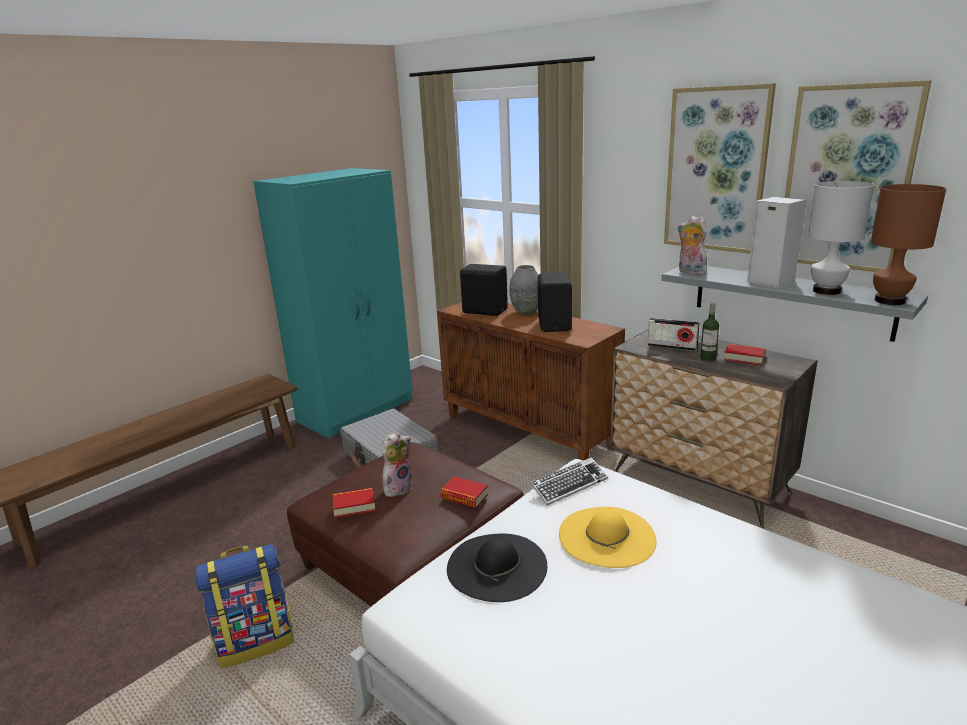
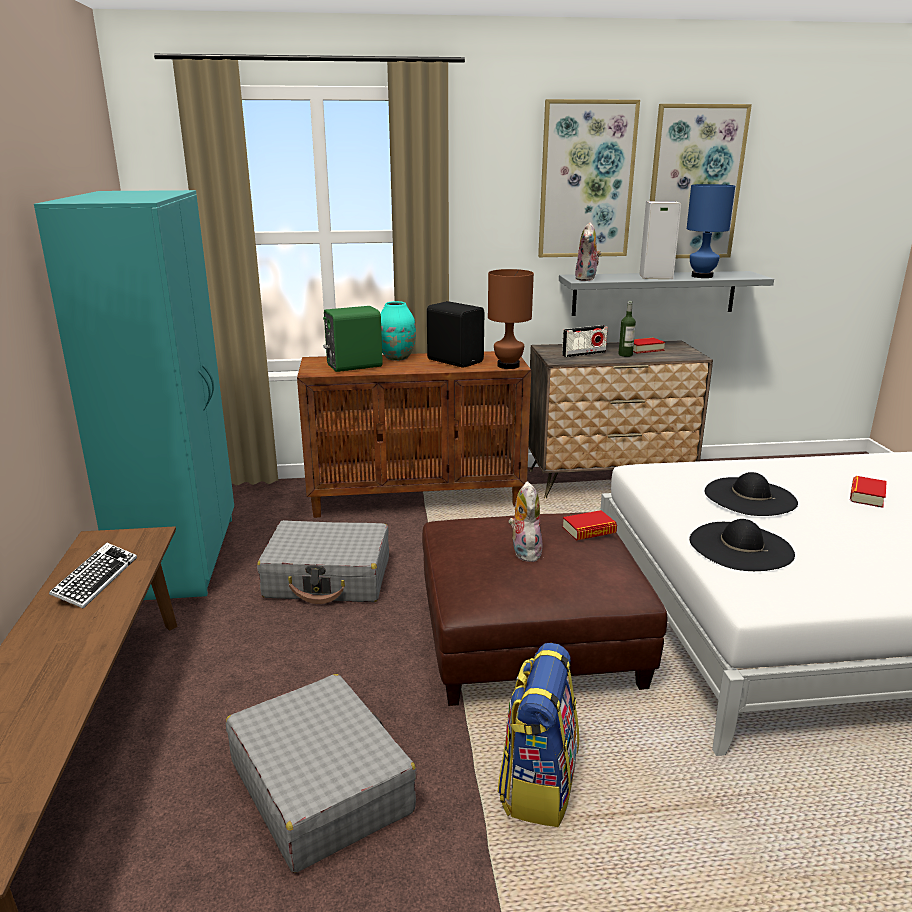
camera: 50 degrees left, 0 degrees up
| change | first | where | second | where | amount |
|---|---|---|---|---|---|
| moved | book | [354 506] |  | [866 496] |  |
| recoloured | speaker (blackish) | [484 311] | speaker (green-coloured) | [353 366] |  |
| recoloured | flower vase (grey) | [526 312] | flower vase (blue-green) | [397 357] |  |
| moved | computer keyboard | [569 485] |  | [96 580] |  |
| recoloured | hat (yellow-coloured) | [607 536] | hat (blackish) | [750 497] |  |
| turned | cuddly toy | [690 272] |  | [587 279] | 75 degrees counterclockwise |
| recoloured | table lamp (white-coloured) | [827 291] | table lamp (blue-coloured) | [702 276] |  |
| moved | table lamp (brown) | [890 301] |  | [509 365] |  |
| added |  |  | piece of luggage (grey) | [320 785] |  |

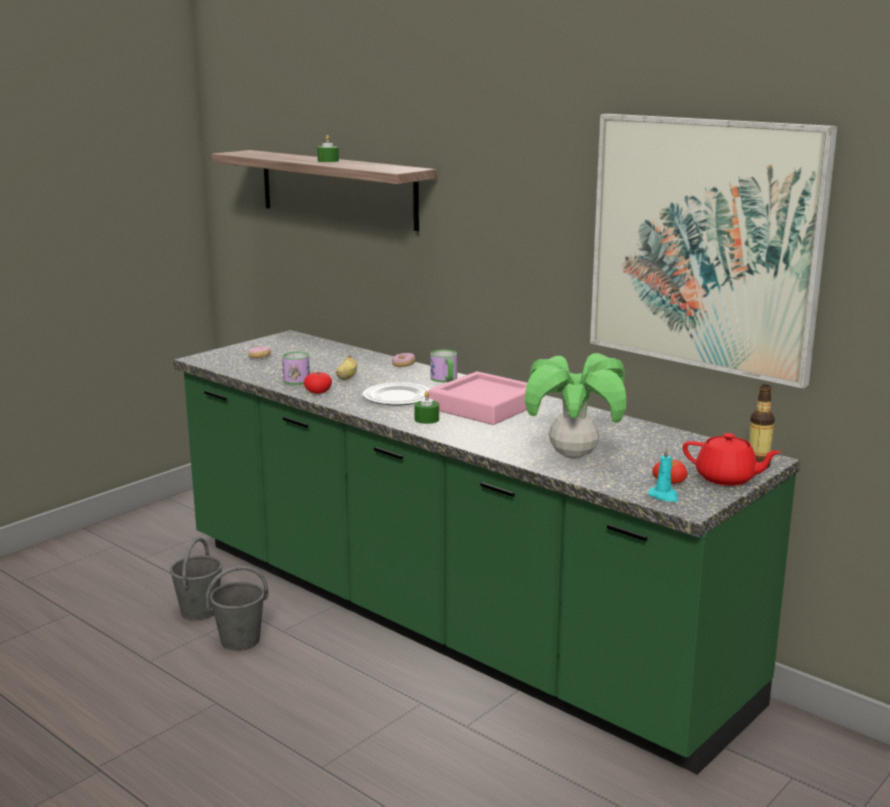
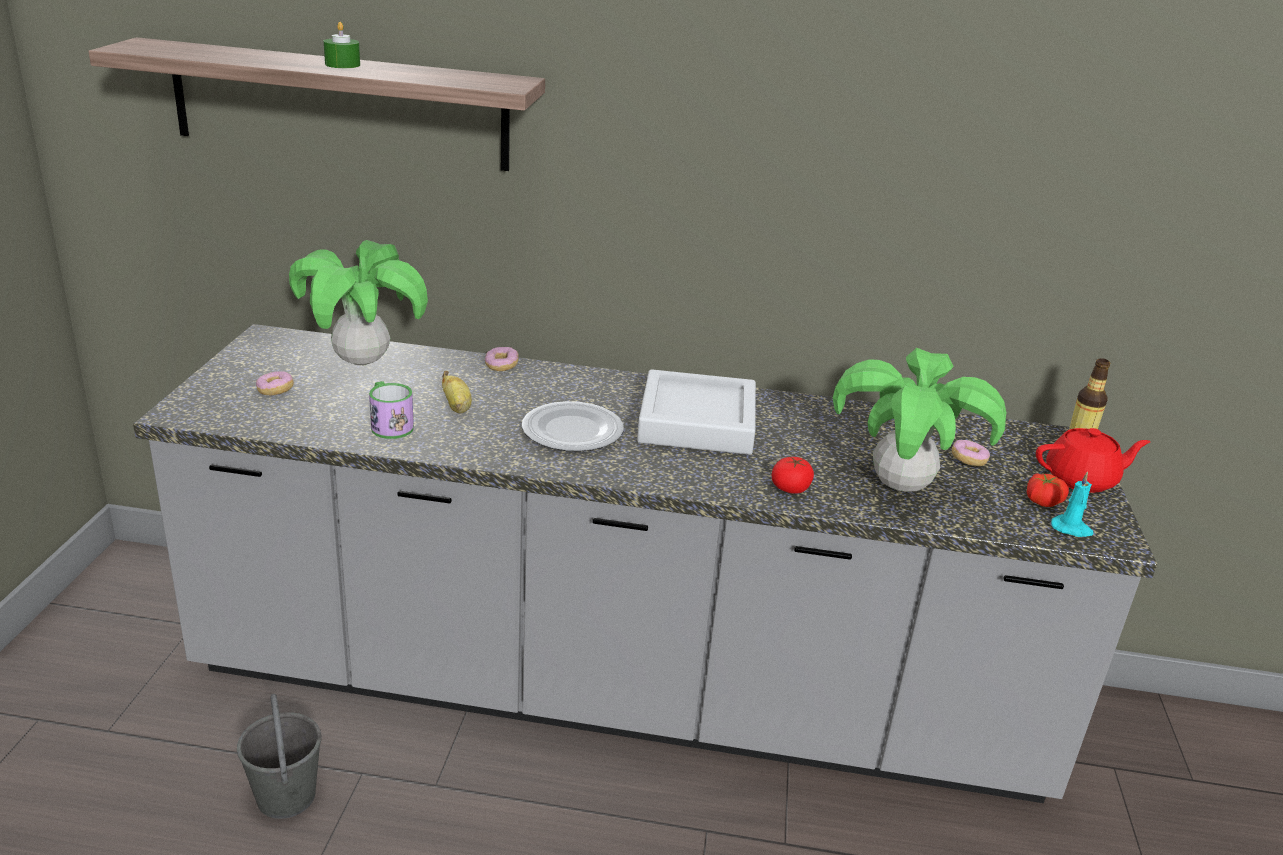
camera: 35 degrees left, 10 degrees up
| change | first | where | second | where | amount |
|---|---|---|---|---|---|
| recoloured | kitchen counter (green-coloured) | [444 621] | kitchen counter (grey) | [621 690] |  |
| removed | water bucket (grey) | [241 640] |  |  |  |
| moved | fresh tomato | [318 391] |  | [790 488] |  |
| removed | wax candle (green-coloured) | [426 419] |  |  |  |
| recoloured | carrying tray (pinkish) | [484 406] | carrying tray (grey) | [697 422] |  |
| removed | coffee mug | [445 379] |  |  |  |
| removed | picture | [704 244] |  |  |  |
| added |  |  | plant in a pot | [361 361] |  |
| added |  |  | ring doughnut | [968 460] |  |

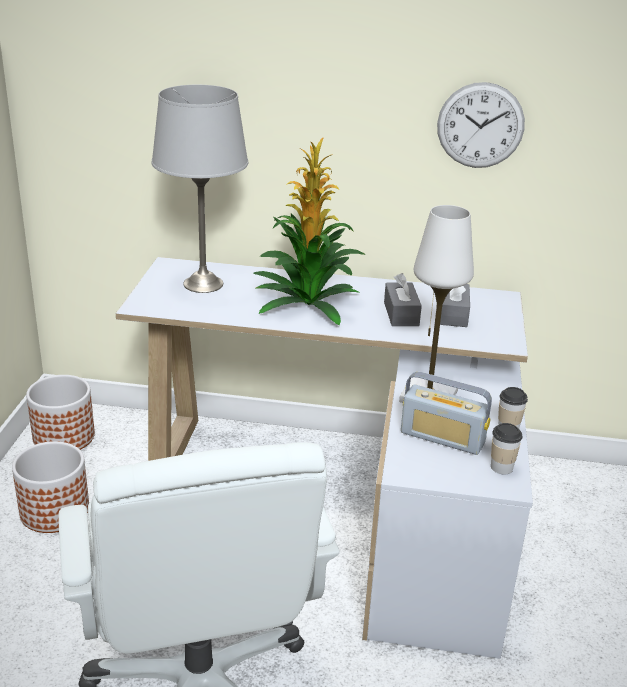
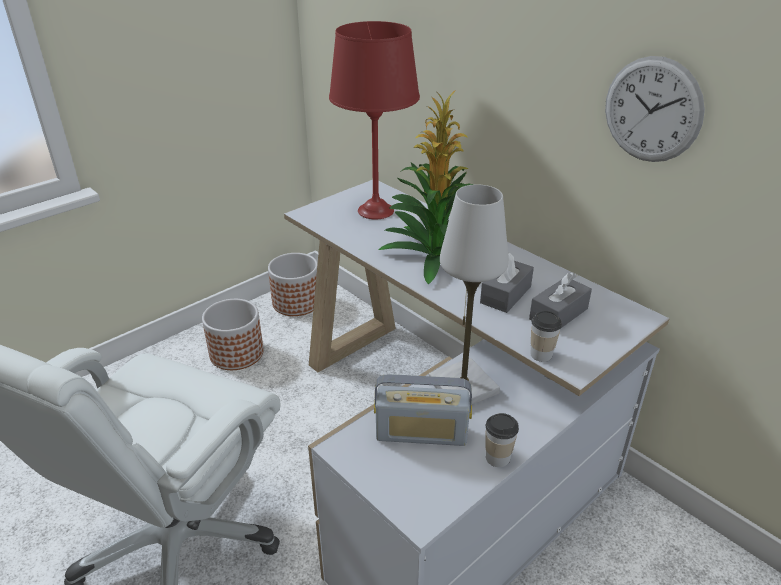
camera: 40 degrees right, 5 degrees up
| change | first | where | second | where | amount |
|---|---|---|---|---|---|
| recoloured | table lamp (grey) | [203 283] | table lamp (red) | [376 210] |  |
| turned | radio | [442 437] |  | [421 433] | 60 degrees counterclockwise |
| moved | small cup | [501 467] |  | [541 354] |  |

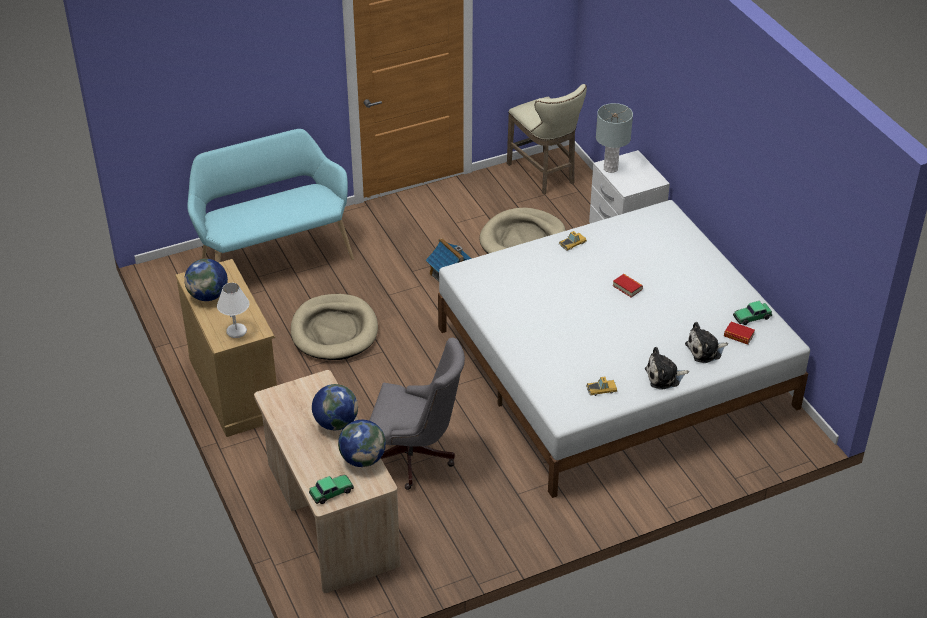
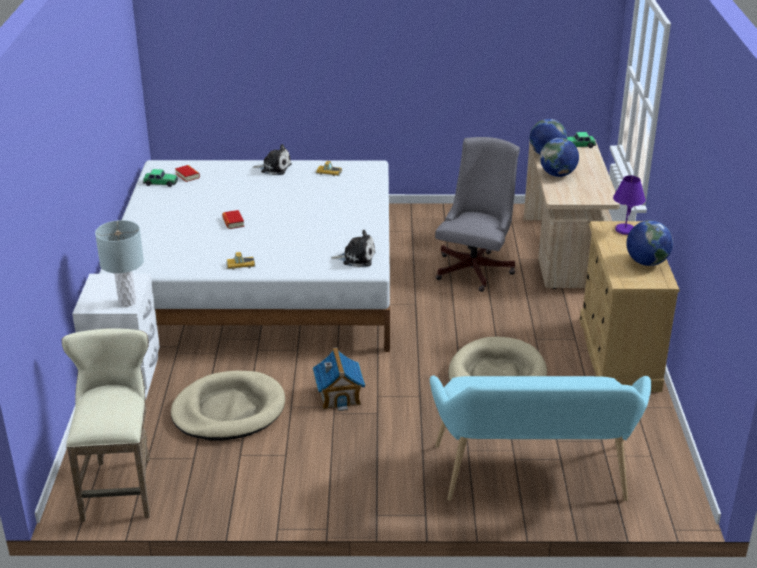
camera: 155 degrees left, 10 degrees down
| change | first | where | second | where | amount |
|---|---|---|---|---|---|
| recoloured | table lamp (white-coloured) | [237 332] | table lamp (purple-coloured) | [624 230] |  |
| turned | desk chair (grey) | [415 457] |  | [476 268] | 75 degrees clockwise |
| moved | cuddly toy | [705 350] |  | [356 258] |  |

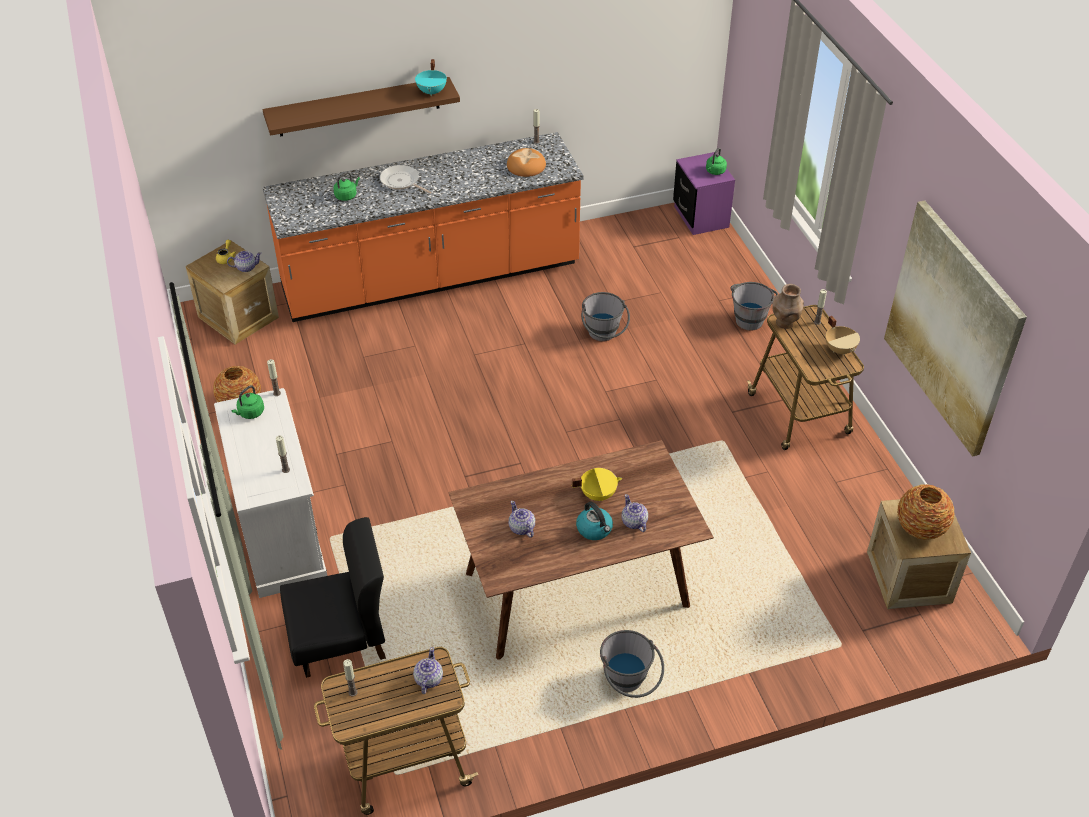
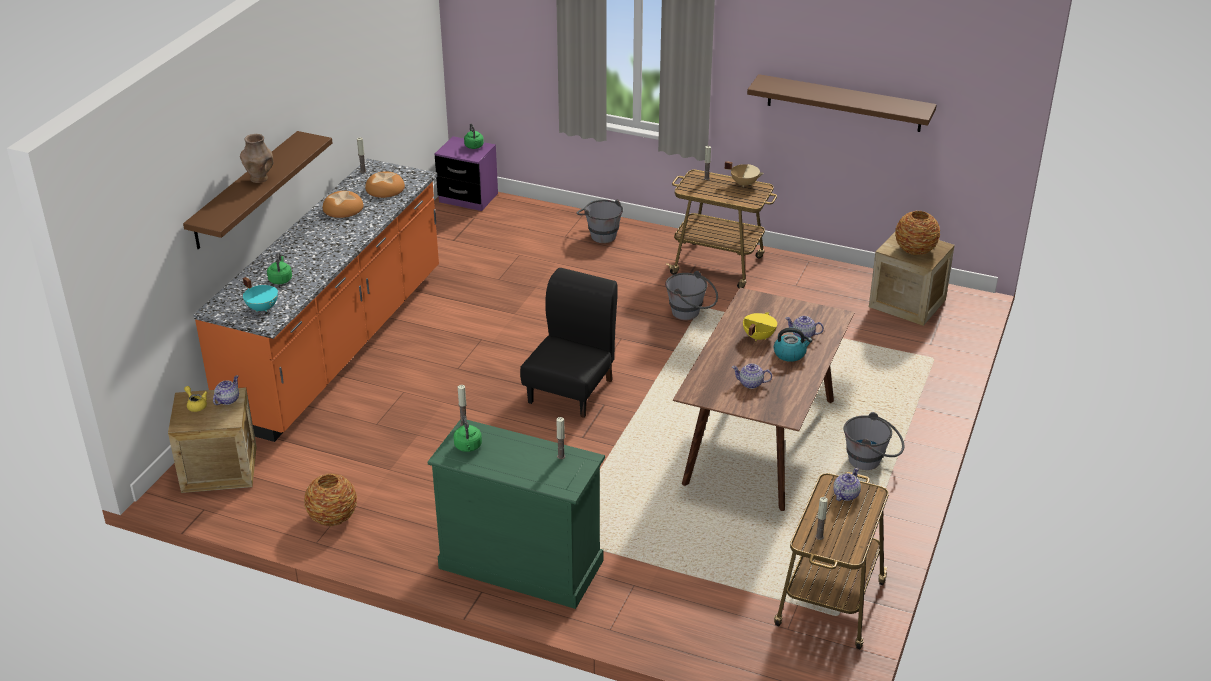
camera: 50 degrees left, 10 degrees down
| change | first | where | second | where | amount |
|---|---|---|---|---|---|
| recoloured | drawer chest (white-coloured) | [281 535] | drawer chest (green-coloured) | [521 564] |  |
| moved | plain chair (blackish) | [340 640] |  | [571 390] |  |
| removed | frying pan | [401 181] |  |  |  |
| turned | tea pot | [428 679] |  | [845 495] | 75 degrees clockwise |
| moved | saucepot (blue-green) | [432 92] |  | [263 308] |  |
| moved | water bucket (grey) | [603 336] |  | [691 314] |  |
| moved | flower vase (brown) | [784 323] |  | [259 179] |  |
| replaced | picture | [952 327] | shelf (brown) | [844 103] |  |
| added |  |  | baked bread | [343 208] |  |

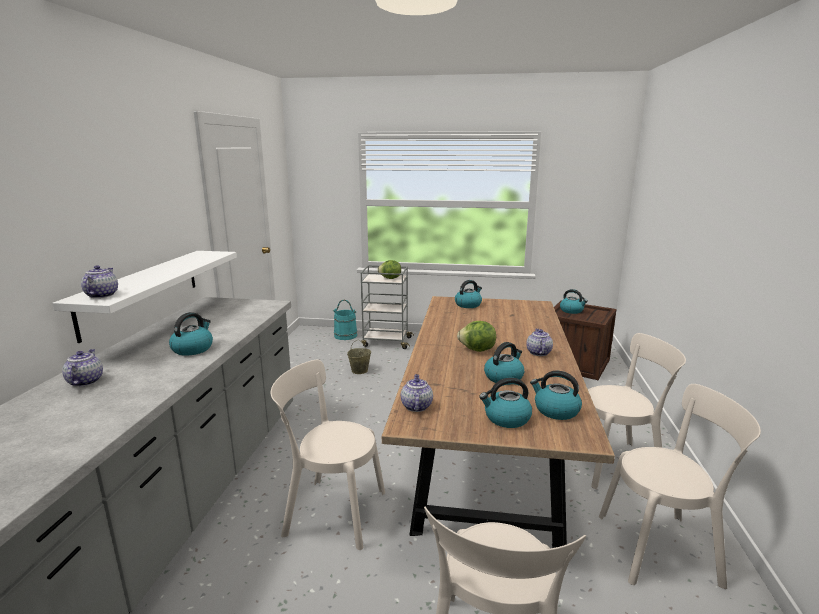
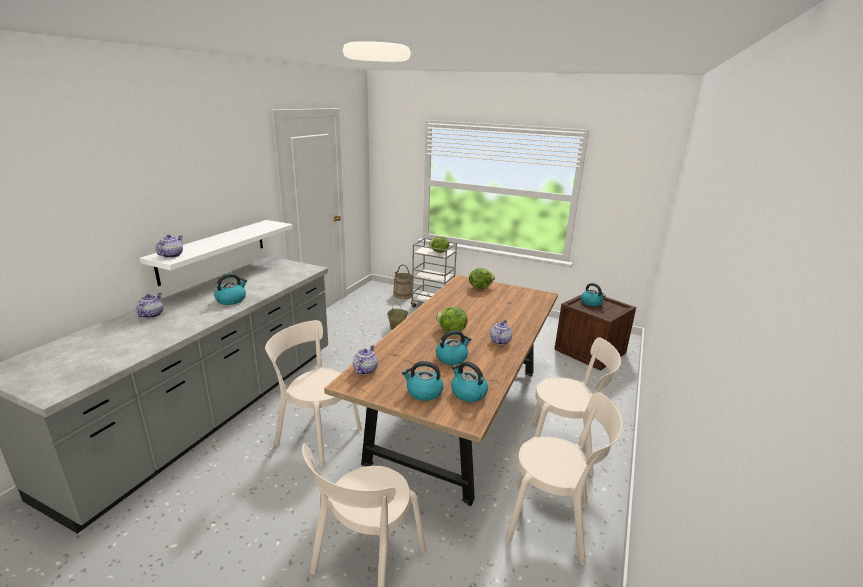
camera: 15 degrees right, 5 degrees up
| change | first | where | second | where | amount |
|---|---|---|---|---|---|
| recoloured | water bucket (blue-green) | [345 335] | water bucket (beige-coloured) | [403 295] |  |
| replaced | kettle | [468 304] | lettuce head | [480 287] |  |

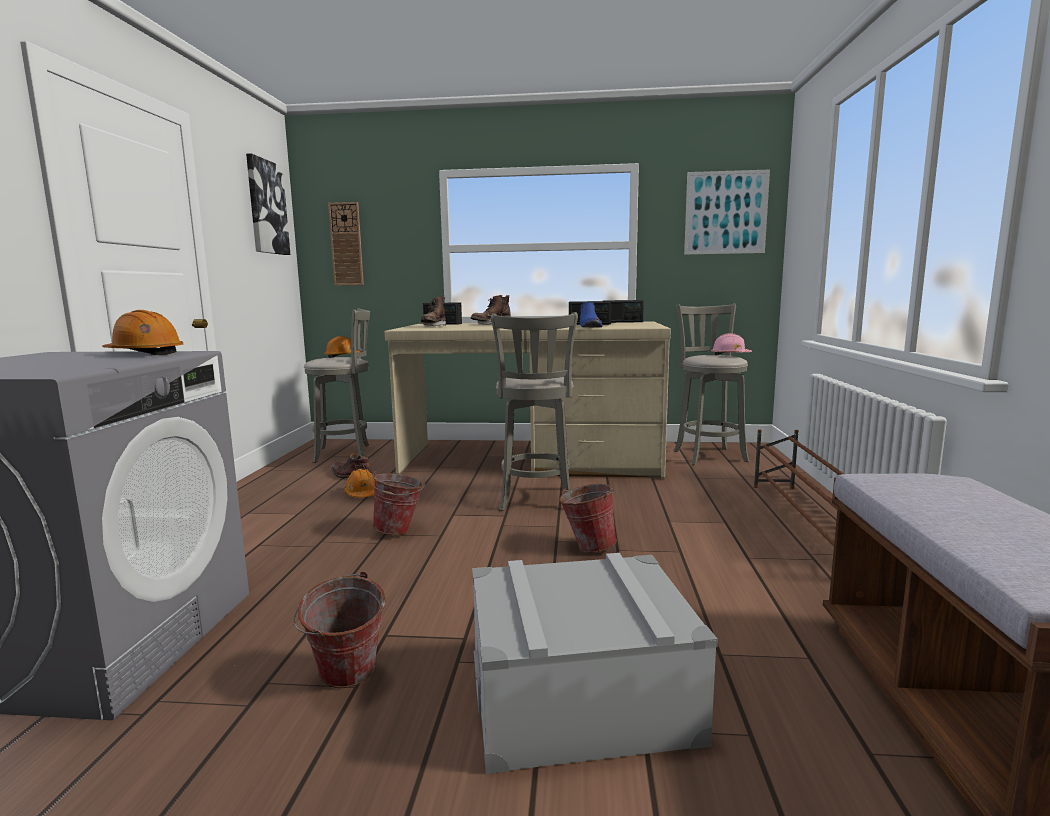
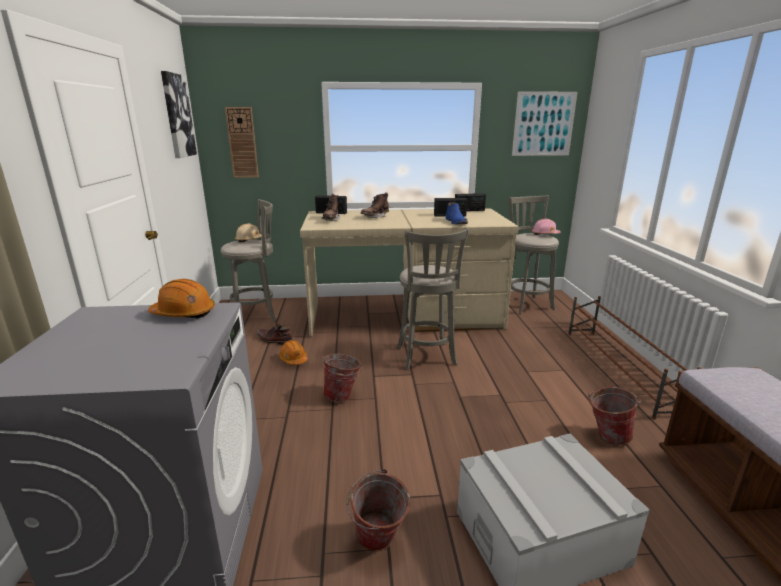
camera: 10 degrees left, 10 degrees up
| change | first | where | second | where | amount |
|---|---|---|---|---|---|
| recoloured | hard hat (orange-coloured) | [342 356] | hard hat (beige-coloured) | [249 240] |  |
| moved | water bucket | [587 546] |  | [606 436] |  |

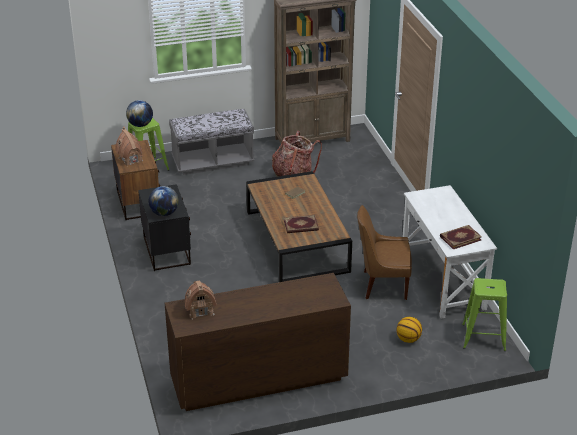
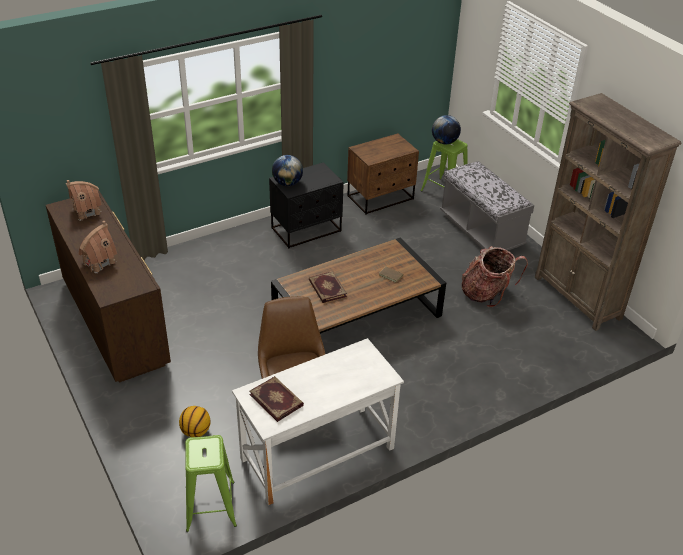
camera: 75 degrees right, 5 degrees up
| change | first | where | second | where | amount |
|---|---|---|---|---|---|
| moved | miniature house | [130 159] |  | [99 262] |  |

